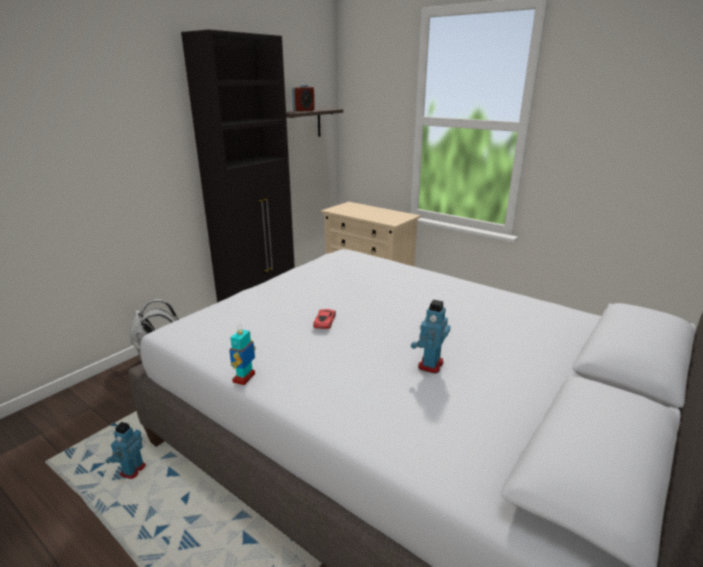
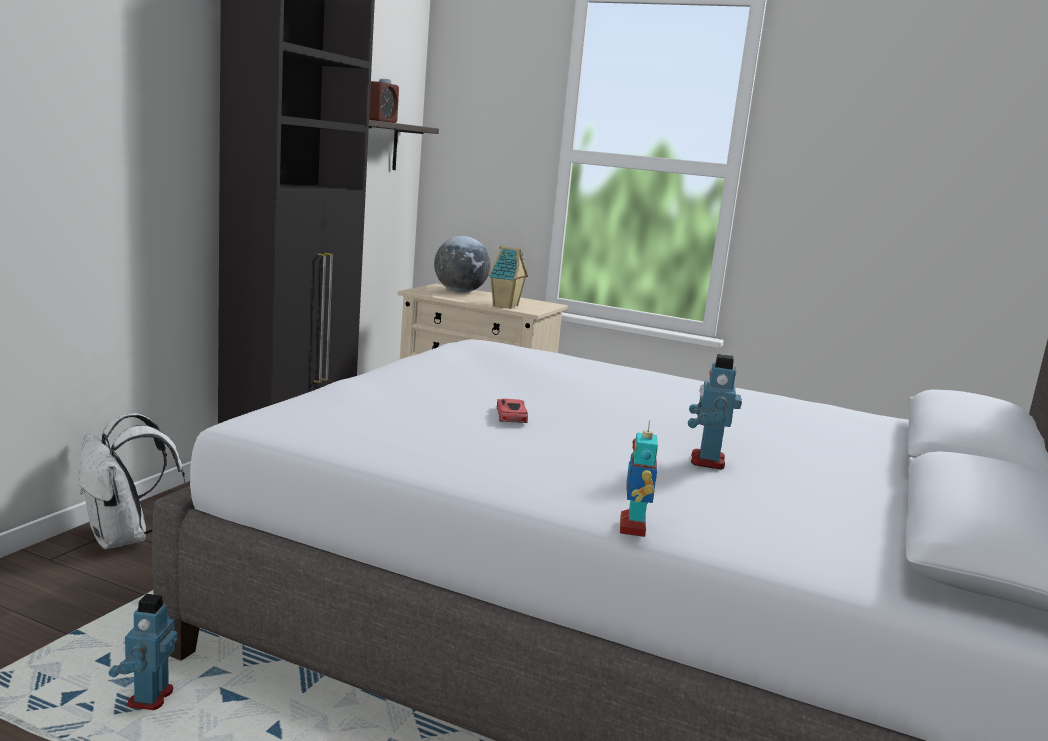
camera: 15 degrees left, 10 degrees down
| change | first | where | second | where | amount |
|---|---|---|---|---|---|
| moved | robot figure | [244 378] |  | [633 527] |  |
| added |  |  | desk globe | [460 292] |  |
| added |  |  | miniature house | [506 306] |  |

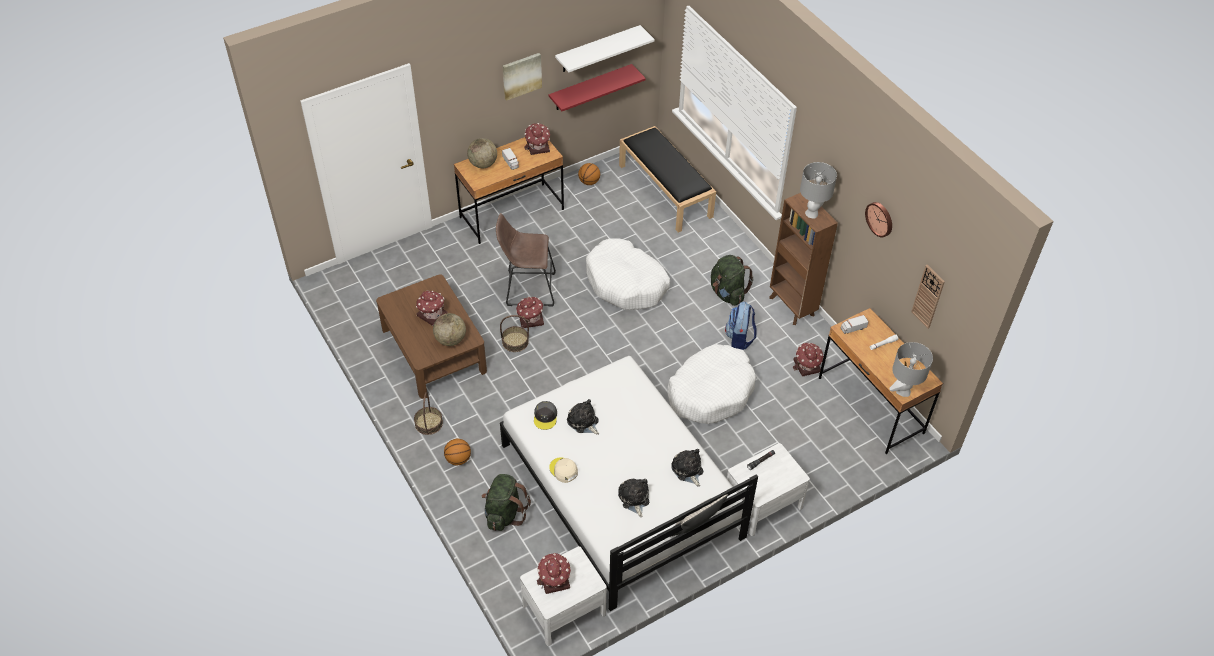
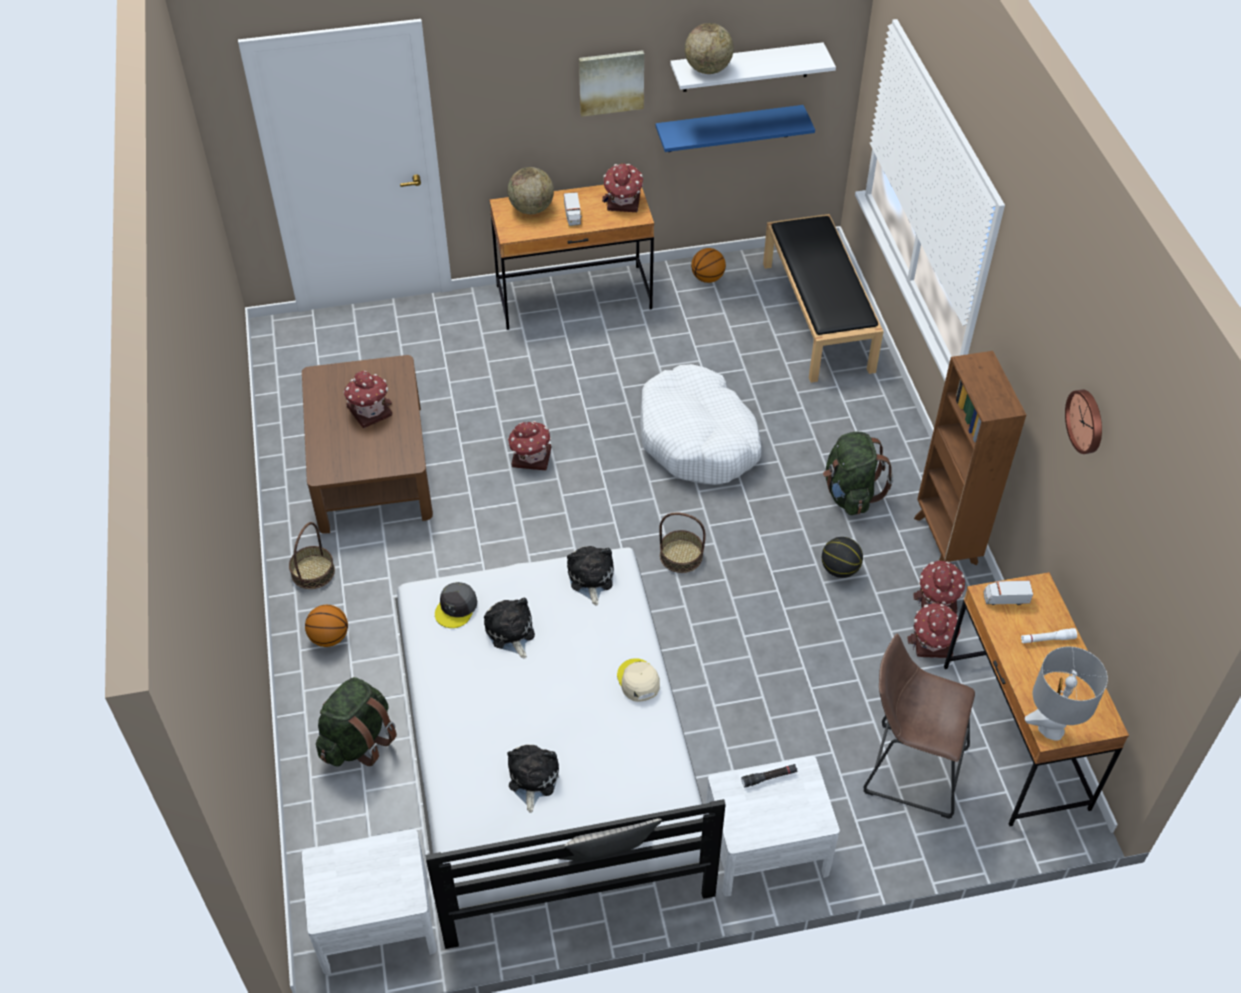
camera: 20 degrees right, 0 degrees up
| change | first | where | second | where | amount |
|---|---|---|---|---|---|
| moved | desk globe | [450 340] |  | [708 69] |  |
| moved | stool seat (brown) | [527 289] |  | [908 767] |  |
| moved | basket | [515 342] |  | [681 556] |  |
| moved | miniature house | [554 580] |  | [937 600] |  |
| recoloured | shelf (red) | [590 88] | shelf (blue-coloured) | [729 128] |  |
| moved | peaked cap (beige-coloured) | [563 470] |  | [638 681] |  |
| removed | dog cushion (white-coloured) | [711 391] |  |  |  |
| moved | cuddly toy | [687 470] |  | [590 579] |  |
| replaced | backpack | [740 339] | basketball | [839 569] |  |
| removed | table lamp (grey) | [812 213] |  |  |  |
| removed | hanging clock | [928 296] |  |  |  |

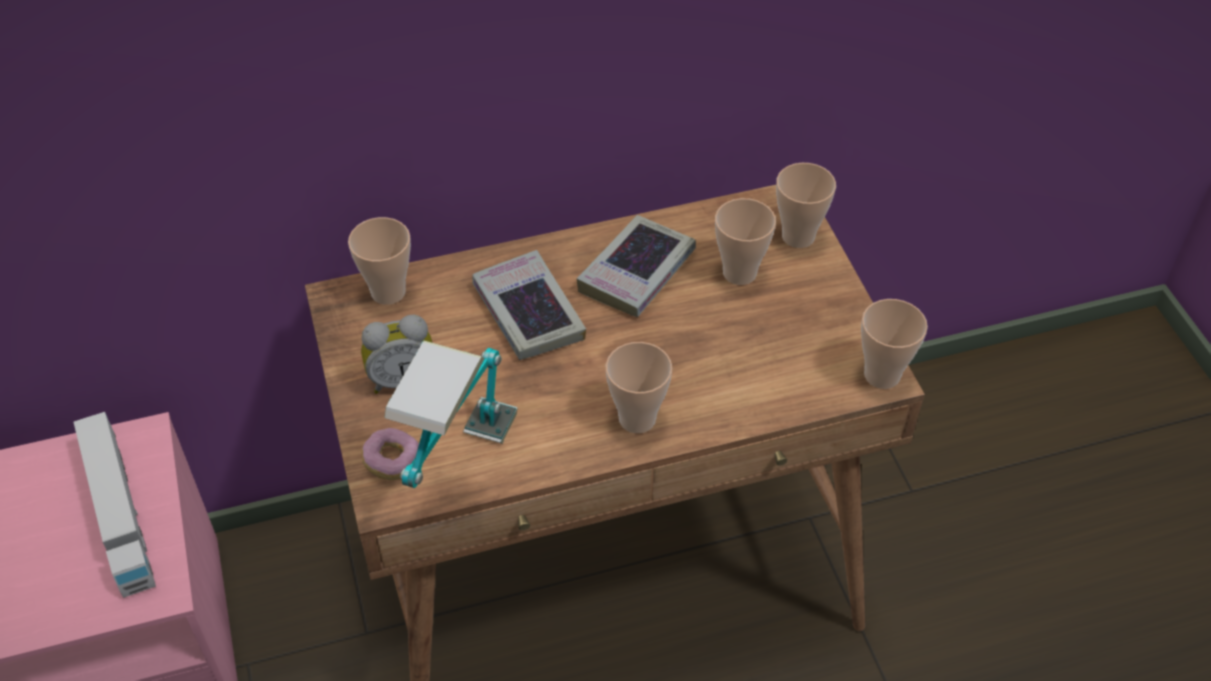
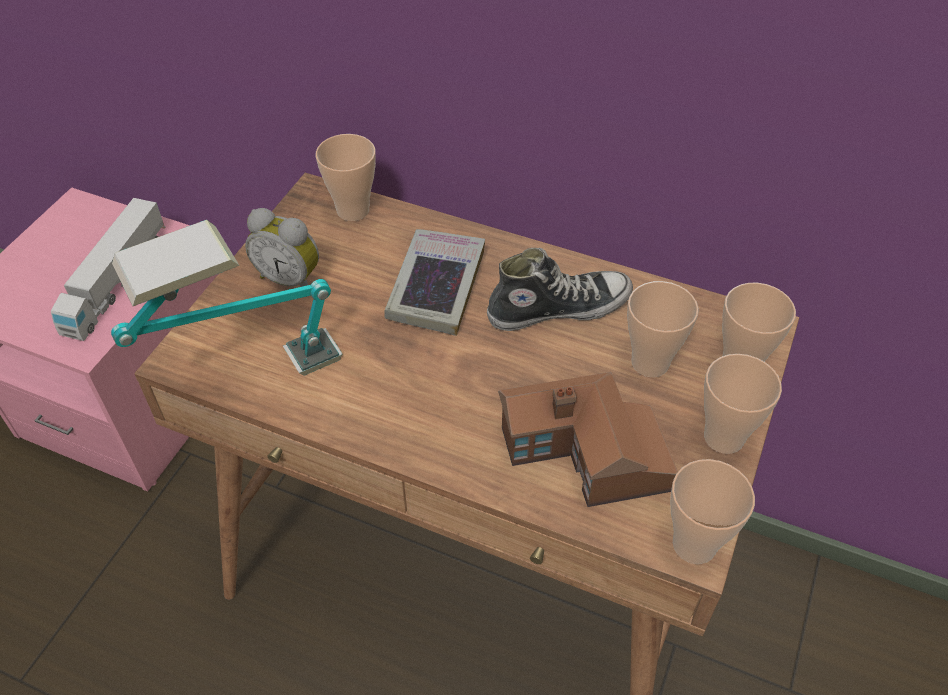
camera: 40 degrees right, 0 degrees up
| change | first | where | second | where | amount |
|---|---|---|---|---|---|
| removed | ring doughnut | [392 462] |  |  |  |
| replaced | book | [637 272] | item of footwear | [558 308] |  |
| moved | small cup | [637 419] |  | [724 437] |  |
| added |  |  | miniature house | [585 456] |  |

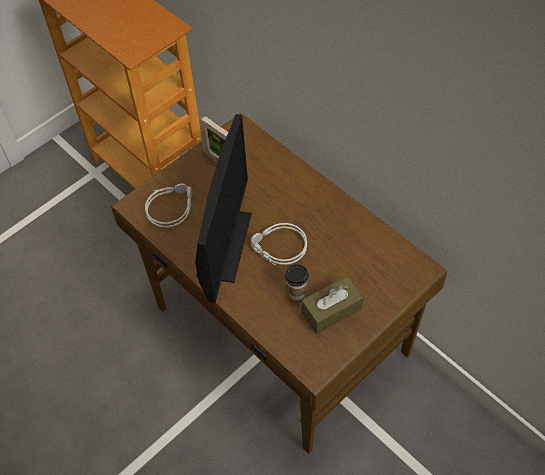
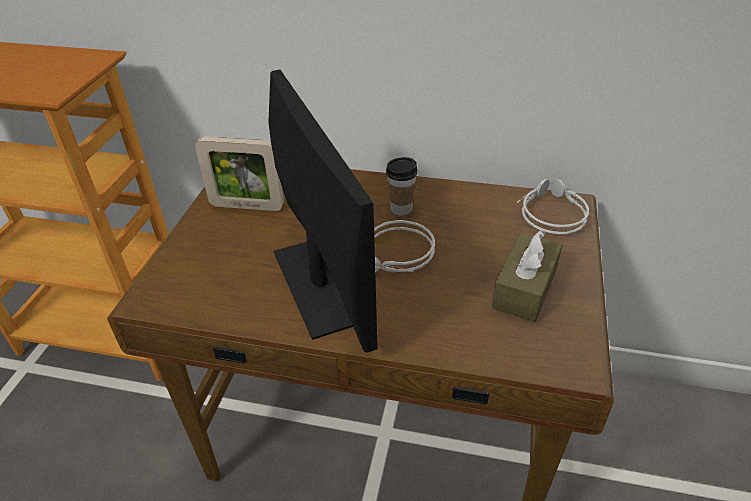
camera: 35 degrees left, 15 degrees down
| change | first | where | second | where | amount |
|---|---|---|---|---|---|
| moved | headset (grey) | [170 207] |  | [550 213] |  |
| moved | small cup | [297 293] |  | [401 209] |  |

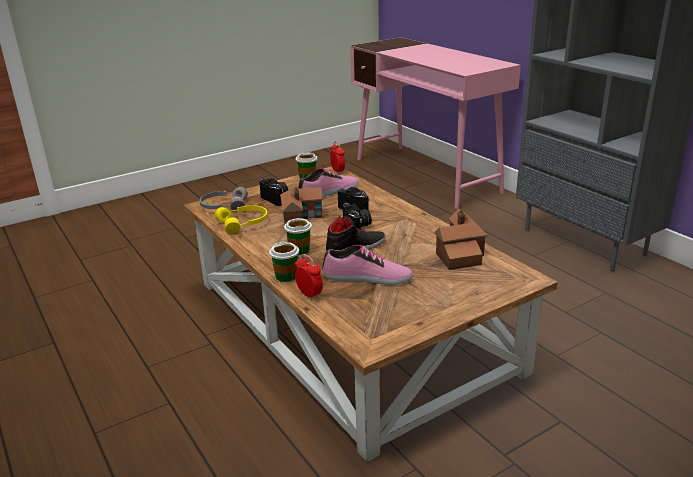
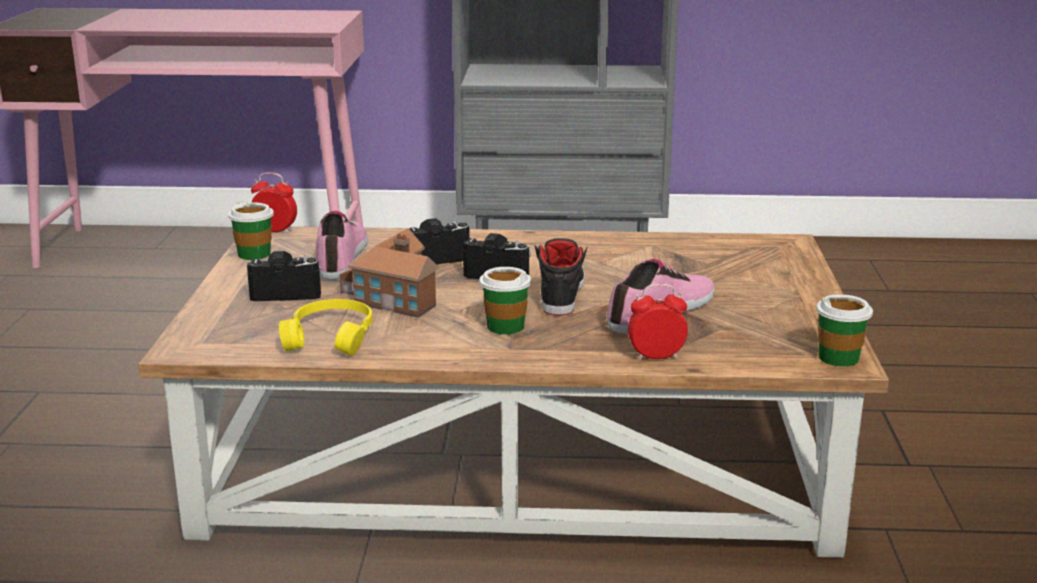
camera: 55 degrees left, 5 degrees down
| change | first | where | second | where | amount |
|---|---|---|---|---|---|
| removed | headset (grey) | [224 206] |  |  |  |
| moved | small cup | [286 276] |  | [839 358] |  |
| removed | miniature house | [459 252] |  |  |  |

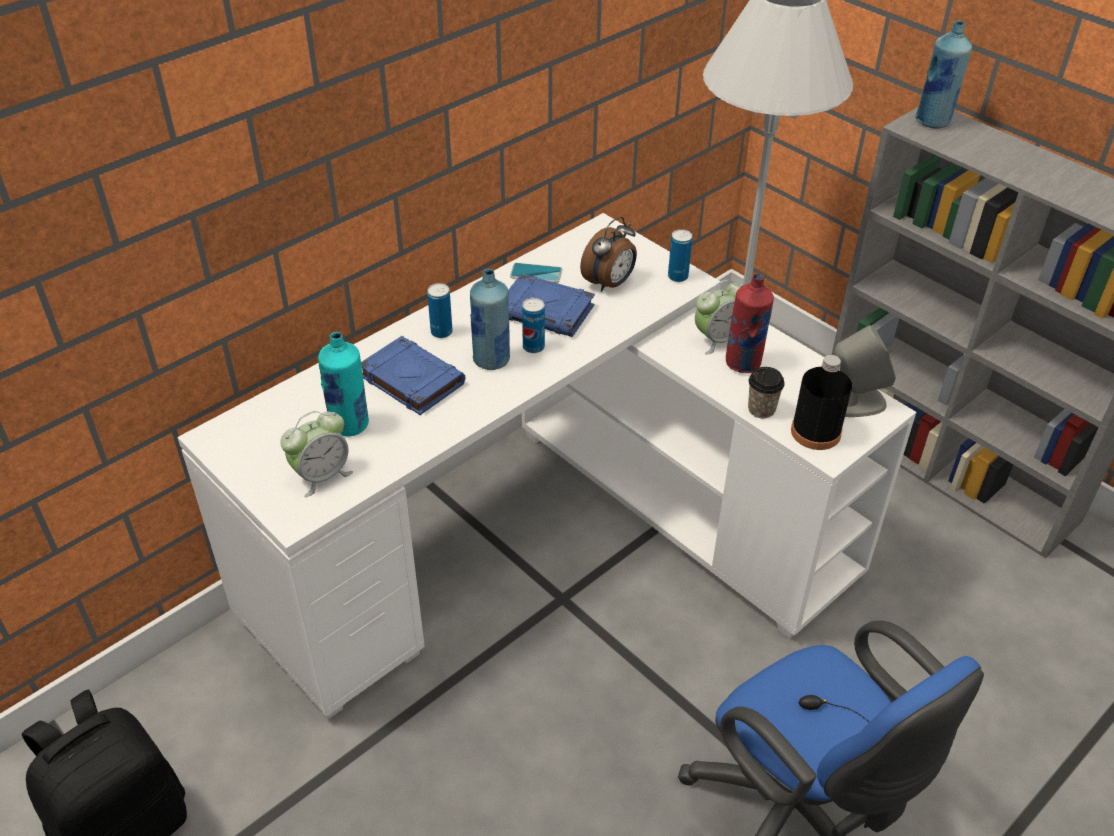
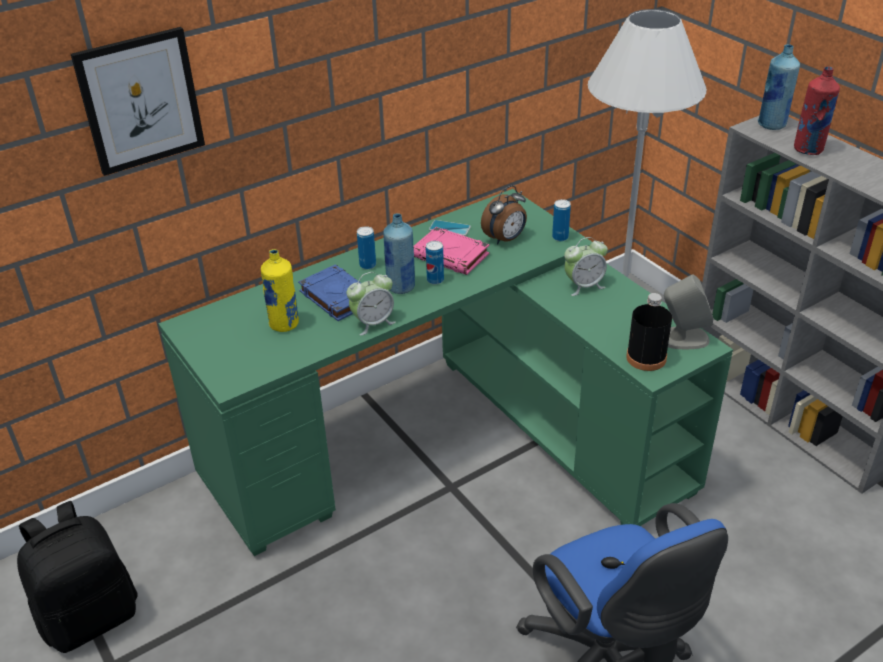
camera: 10 degrees right, 5 degrees down
| change | first | where | second | where | amount |
|---|---|---|---|---|---|
| recoloured | desk unit (white-coloured) | [550 536] | desk unit (green-coloured) | [451 440] |  |
| moved | bedside clock | [321 476] |  | [373 323] |  |
| recoloured | drink bottle (blue-green) | [349 425] | drink bottle (yellow-coloured) | [284 324] |  |
| recoloured | book (blue-coloured) | [546 311] | book (pinkish) | [451 256] |  |
| moved | drink bottle (red) | [743 363] |  | [808 150] |  |
| removed | small cup | [761 409] |  |  |  |
| added |  |  | picture | [140 101] |  |

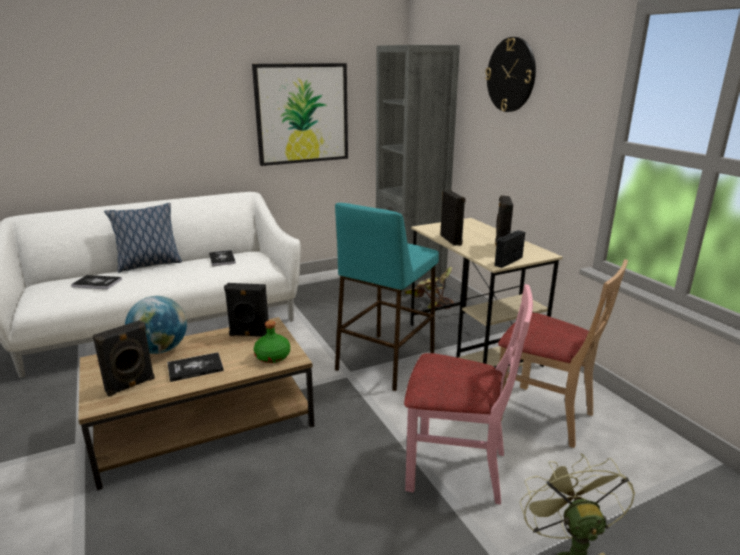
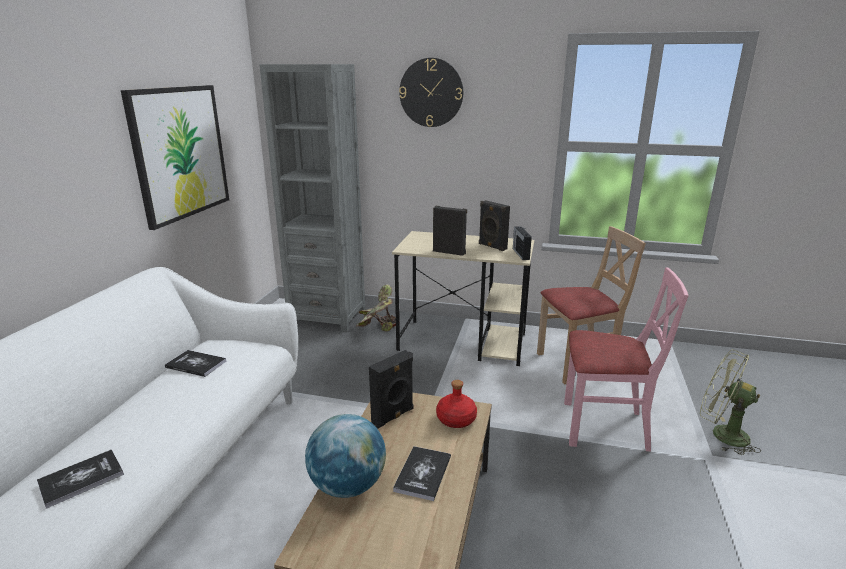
camera: 50 degrees left, 0 degrees up
| change | first | where | second | where | amount |
|---|---|---|---|---|---|
| removed | speaker (blackish) | [131 385] |  |  |  |
| removed | throw pillow | [148 265] |  |  |  |
| recoloured | drink bottle (green-coloured) | [272 357] | drink bottle (red) | [456 419] |  |
| removed | stool seat (blue-green) | [385 361] |  |  |  |
| turned | plain chair (pinkish) | [456 468] |  | [604 426] | 45 degrees clockwise |

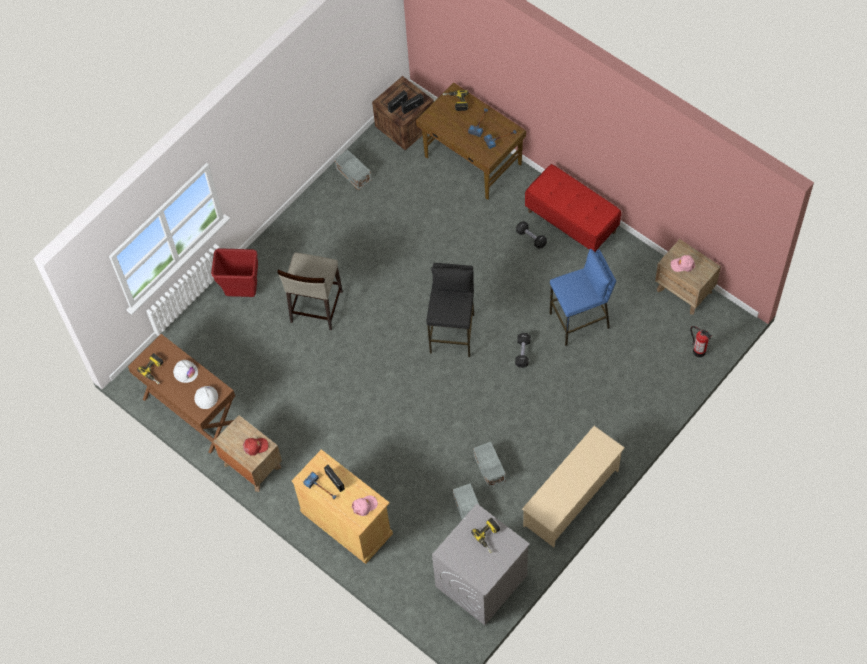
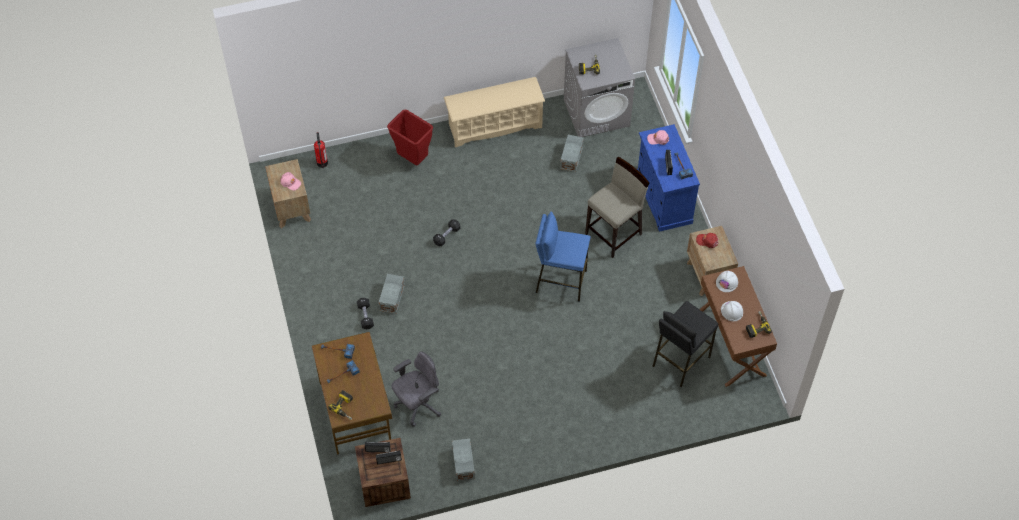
camera: 150 degrees left, 5 degrees down
| change | first | where | second | where | amount |
|---|---|---|---|---|---|
| moved | waste bin (red) | [242 293] |  | [413 159] |  |
| moved | stool seat (beige-coloured) | [316 307] |  | [614 234] |  |
| recoloured | cabinet (beige-coloured) | [346 522] | cabinet (blue-coloured) | [663 198] |  |
| moved | stool seat (blackish) | [453 333] |  | [680 361] |  |
| moved | storage bin (grey) | [489 469] |  | [392 297] |  |
| removed | long seat (red) | [572 221] |  |  |  |
| moved | stool seat (blue-coloured) | [580 321] |  | [560 281] |  |
| added |  |  | desk chair (grey) | [418 405] |  |

